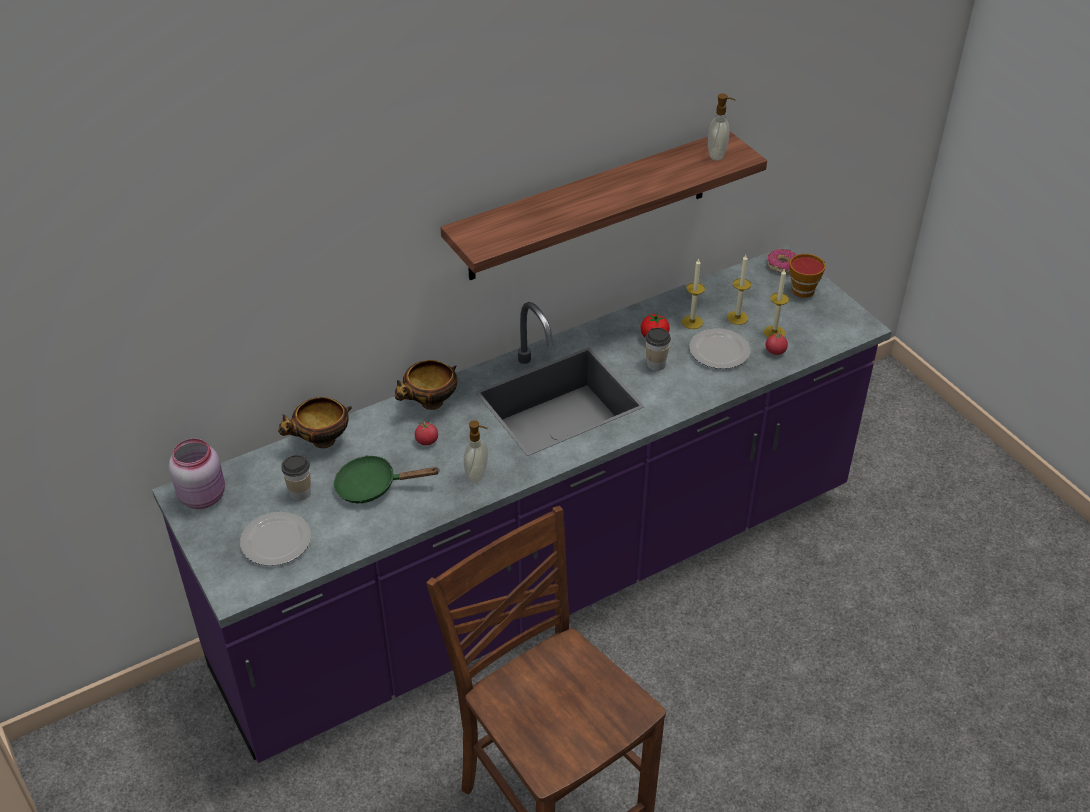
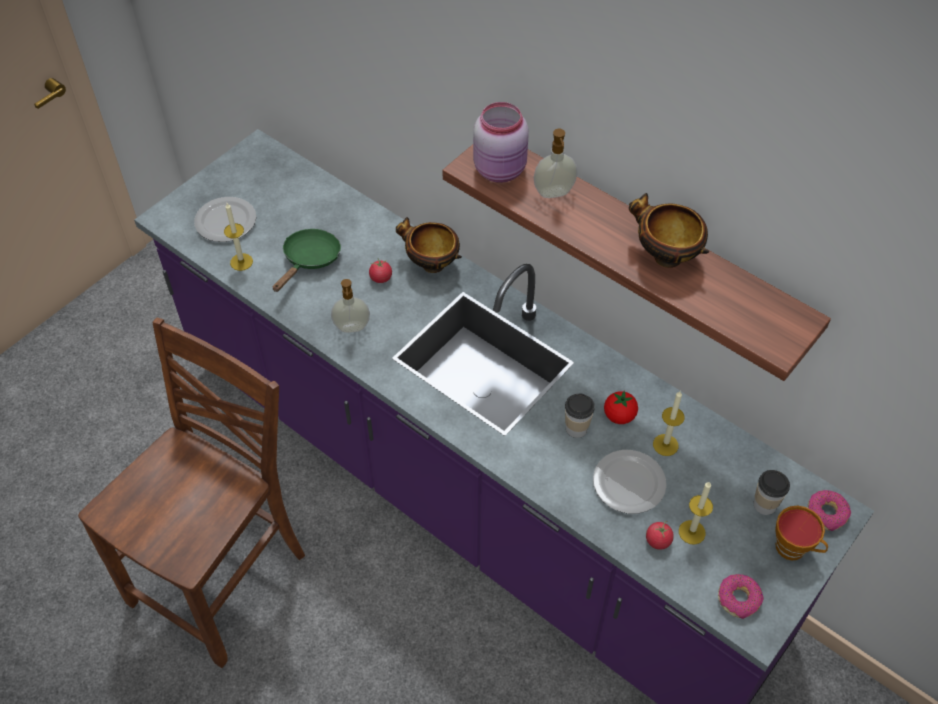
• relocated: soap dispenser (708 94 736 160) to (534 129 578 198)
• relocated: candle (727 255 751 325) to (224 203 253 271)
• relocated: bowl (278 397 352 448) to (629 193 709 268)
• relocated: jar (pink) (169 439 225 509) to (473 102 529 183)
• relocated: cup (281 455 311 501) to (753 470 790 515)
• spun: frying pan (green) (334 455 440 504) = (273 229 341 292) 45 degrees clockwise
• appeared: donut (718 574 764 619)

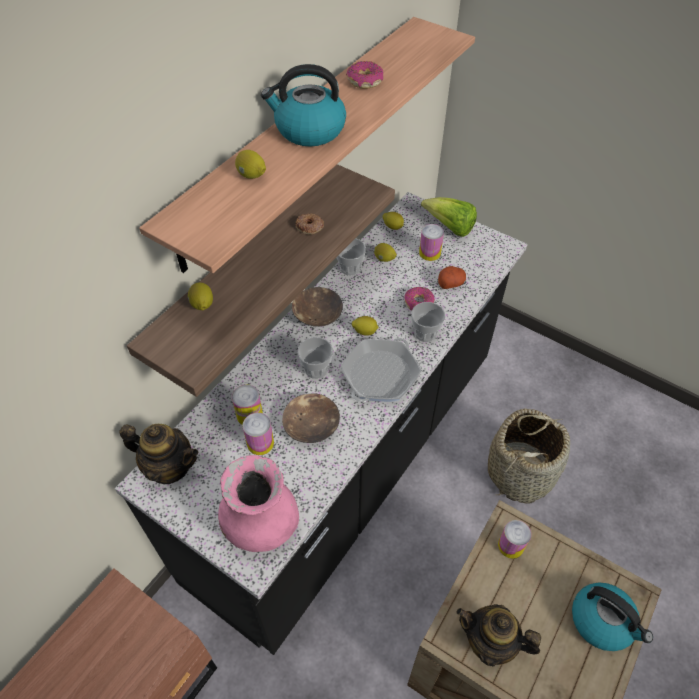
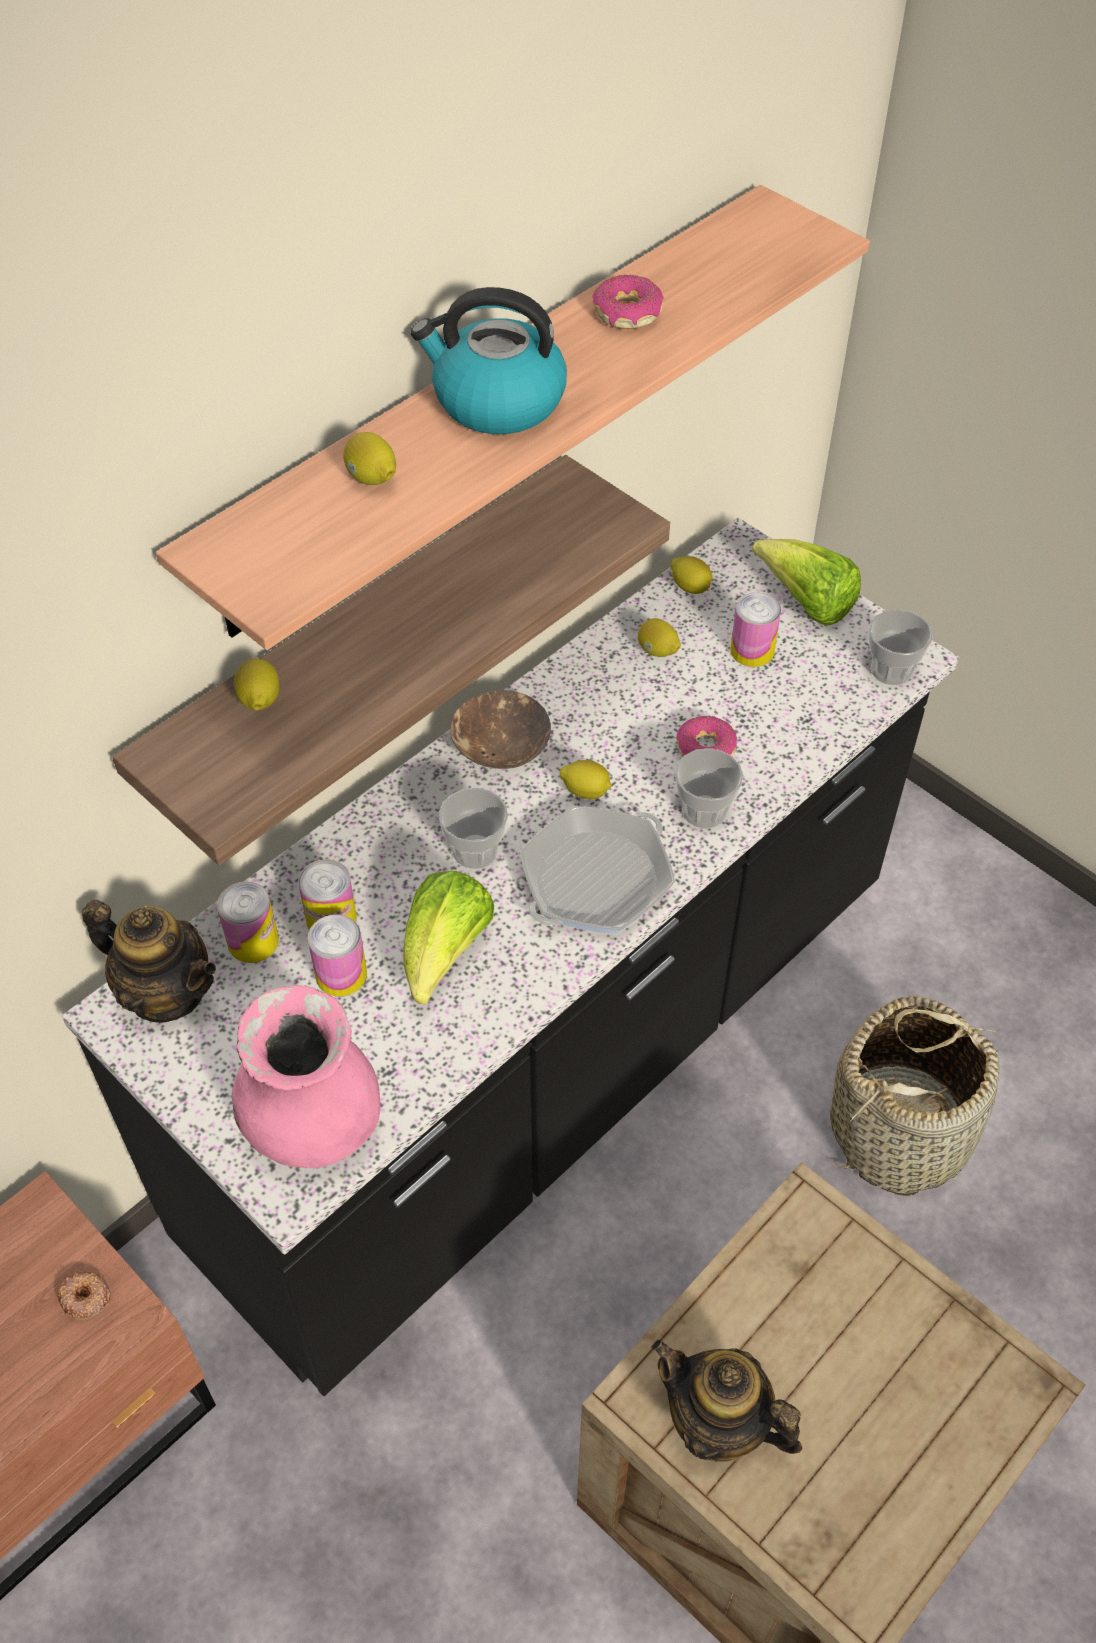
• relocated: donut (295 213 324 234) to (57 1271 111 1320)
• relocated: cup (336 238 366 275) to (869 609 933 685)
• missing: potato (438 266 466 289)
• exchanged: bowl (brown) (282 393 340 443) to lettuce (403 871 494 1004)
• relocated: can (498 520 531 559) to (217 881 279 963)
• missing: kettle (572 583 653 651)

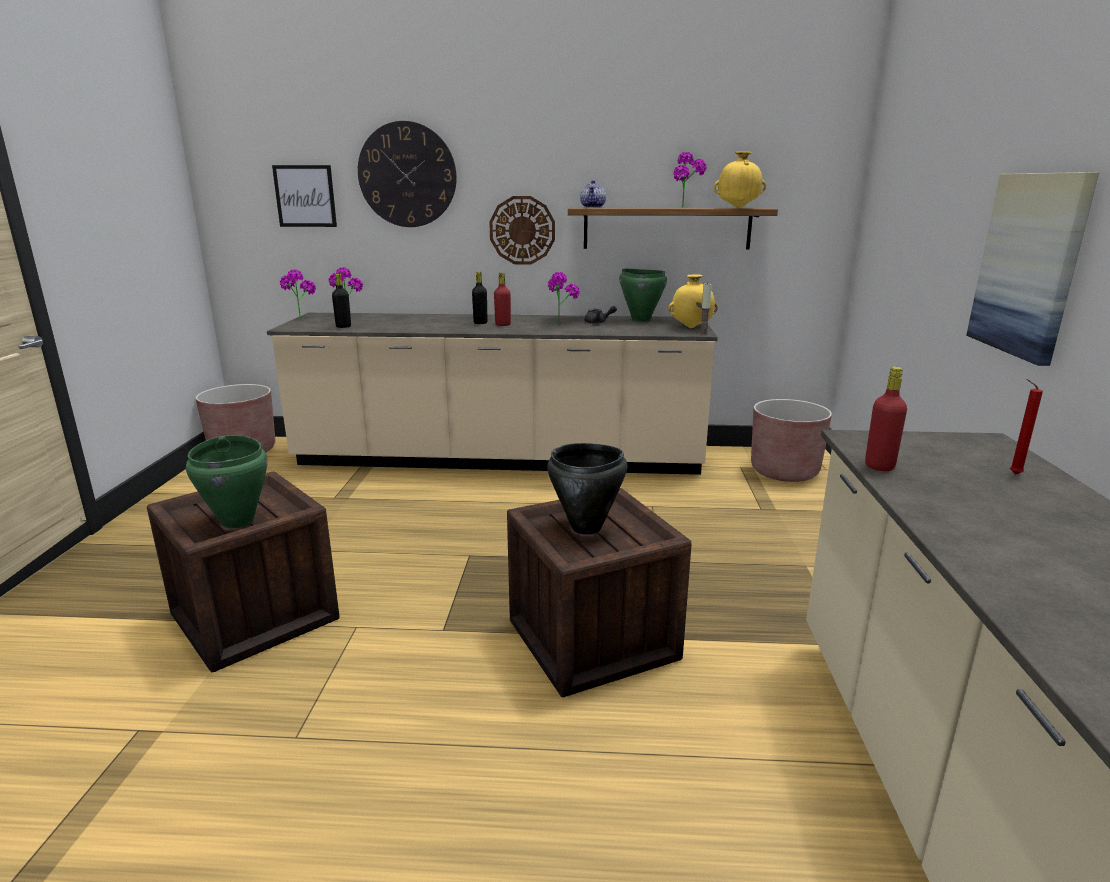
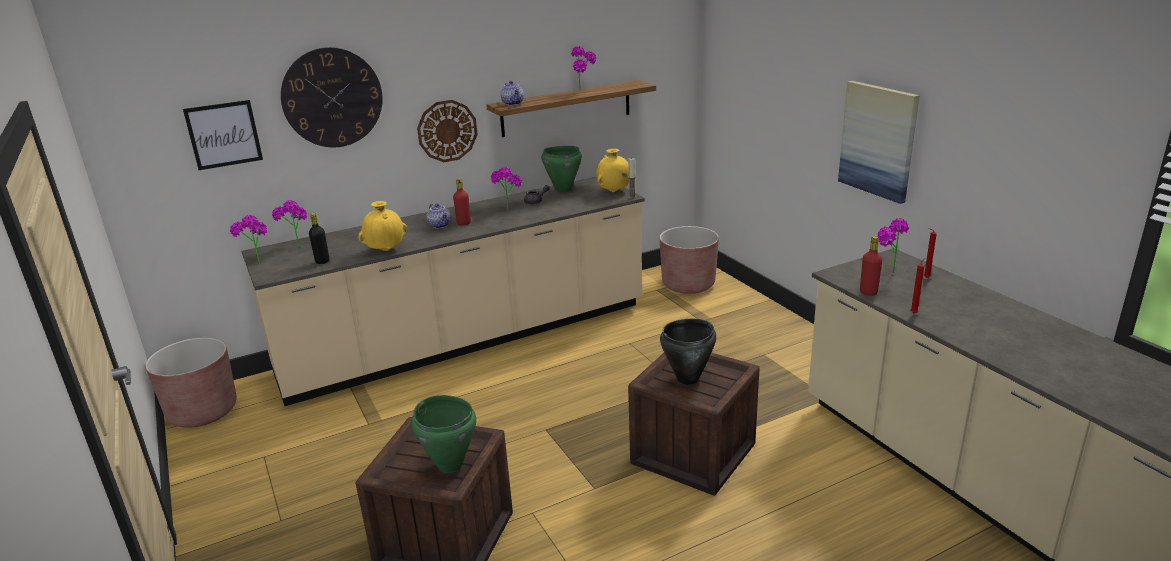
• relocated: vase (yellow) (714 152 766 208) to (358 201 407 251)
• exchanged: bottle (black) (472 271 488 324) to teapot (427 204 451 229)
• appeared: potted plant (877 218 909 273)
• appeared: candle (red) (910 258 925 313)

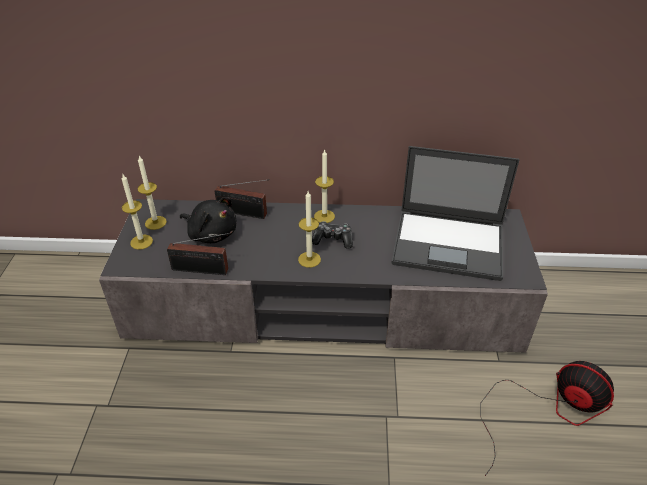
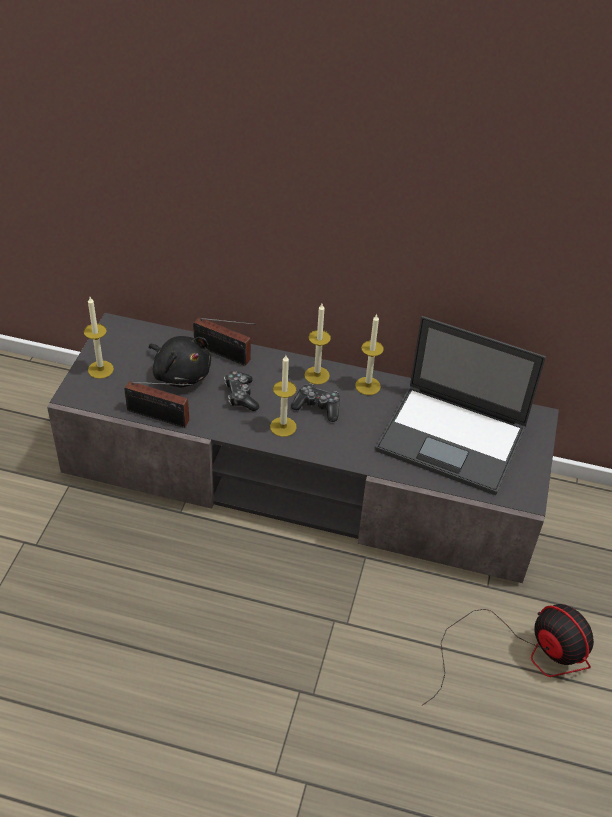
• relocated: candle (137 156 167 230) to (355 314 384 395)
• appeared: game controller (224 371 259 411)

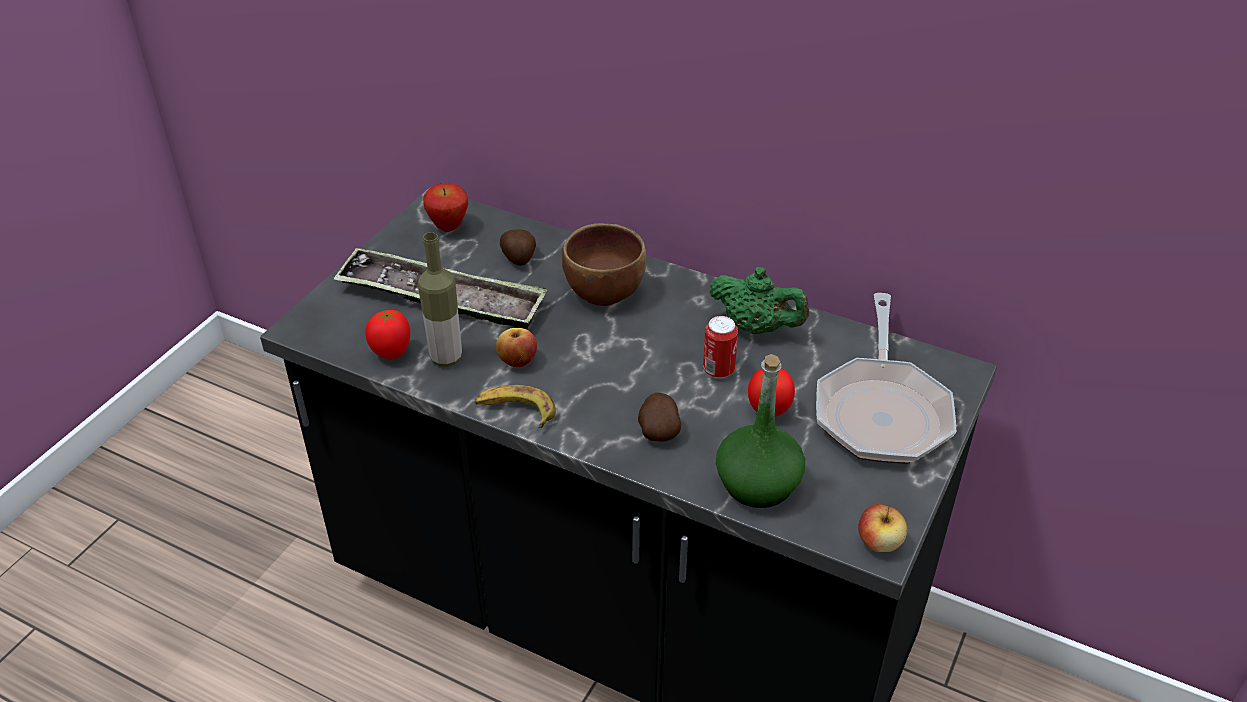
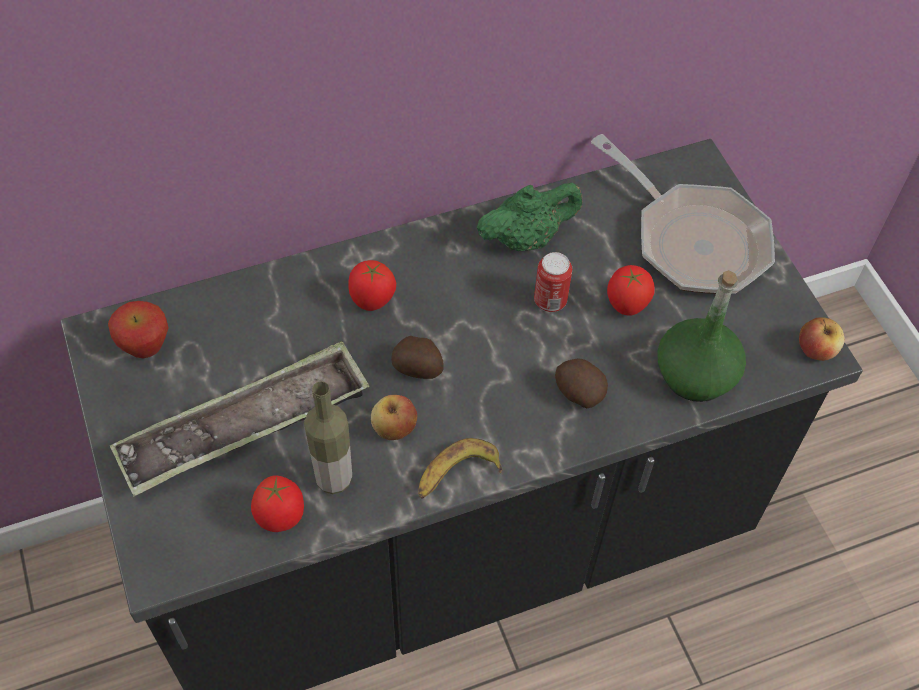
• exchanged: bowl (brown) (562 223 646 306) to tomato (348 260 396 311)
• relocated: potato (500 229 536 266) to (391 336 444 379)

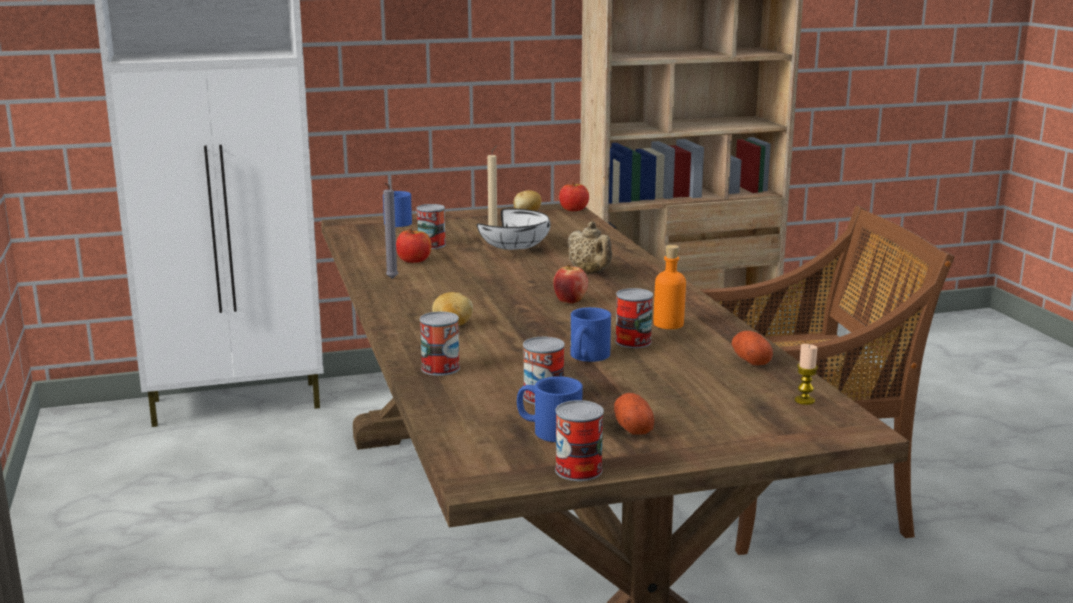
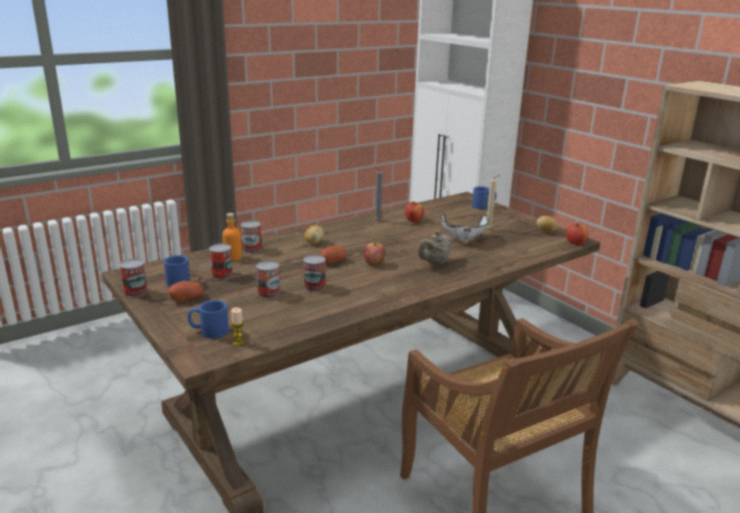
• relocated: can (417 204 446 249) to (256 261 280 299)
• relocated: bottle (orange) (654 245 686 329) to (222 213 242 261)
• relocated: mug (blue) (570 307 611 362) to (188 300 229 339)
• relocated: potato (732 331 773 365) to (320 246 348 264)

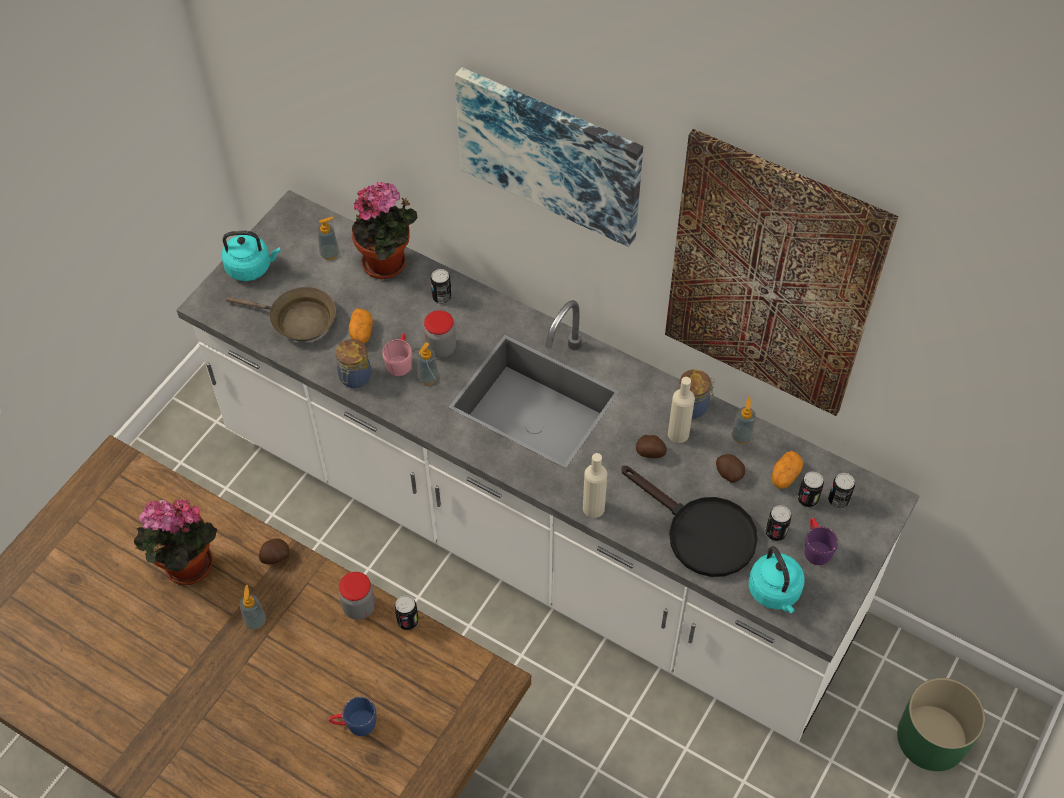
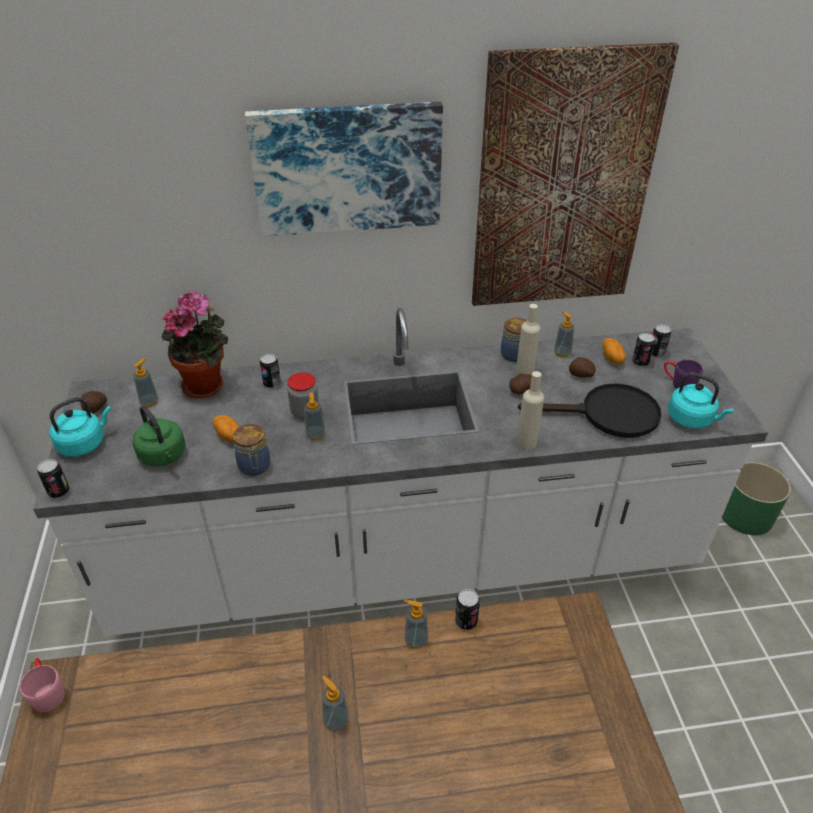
• exchanged: frying pan (brown) (226 287 336 341) to kettle (green) (133 406 185 466)
• relocated: mug (pink) (382 333 412 376) to (20 658 65 712)
• missing: potted plant (134 499 217 585)
• relocated: can (765 505 792 541) to (37 459 69 498)
• relocated: potato (259 538 289 564) to (81 391 107 413)
• exchanged: jar (339 572 375 620) to soap dispenser (404 600 428 649)
• missing: mug (blue) (328 697 376 736)

